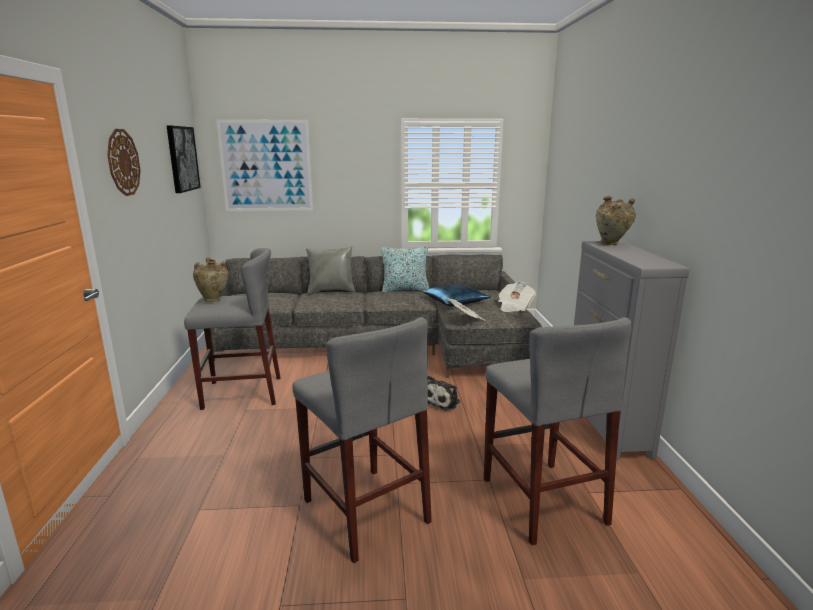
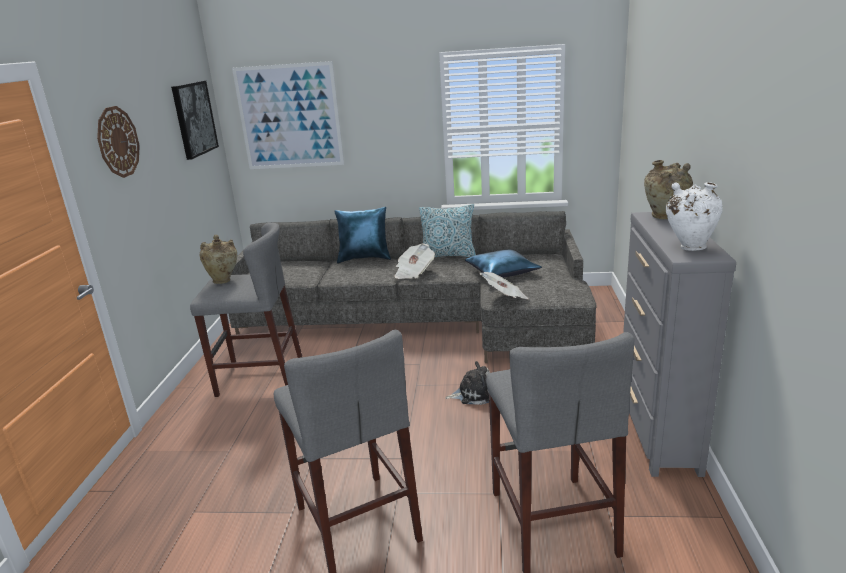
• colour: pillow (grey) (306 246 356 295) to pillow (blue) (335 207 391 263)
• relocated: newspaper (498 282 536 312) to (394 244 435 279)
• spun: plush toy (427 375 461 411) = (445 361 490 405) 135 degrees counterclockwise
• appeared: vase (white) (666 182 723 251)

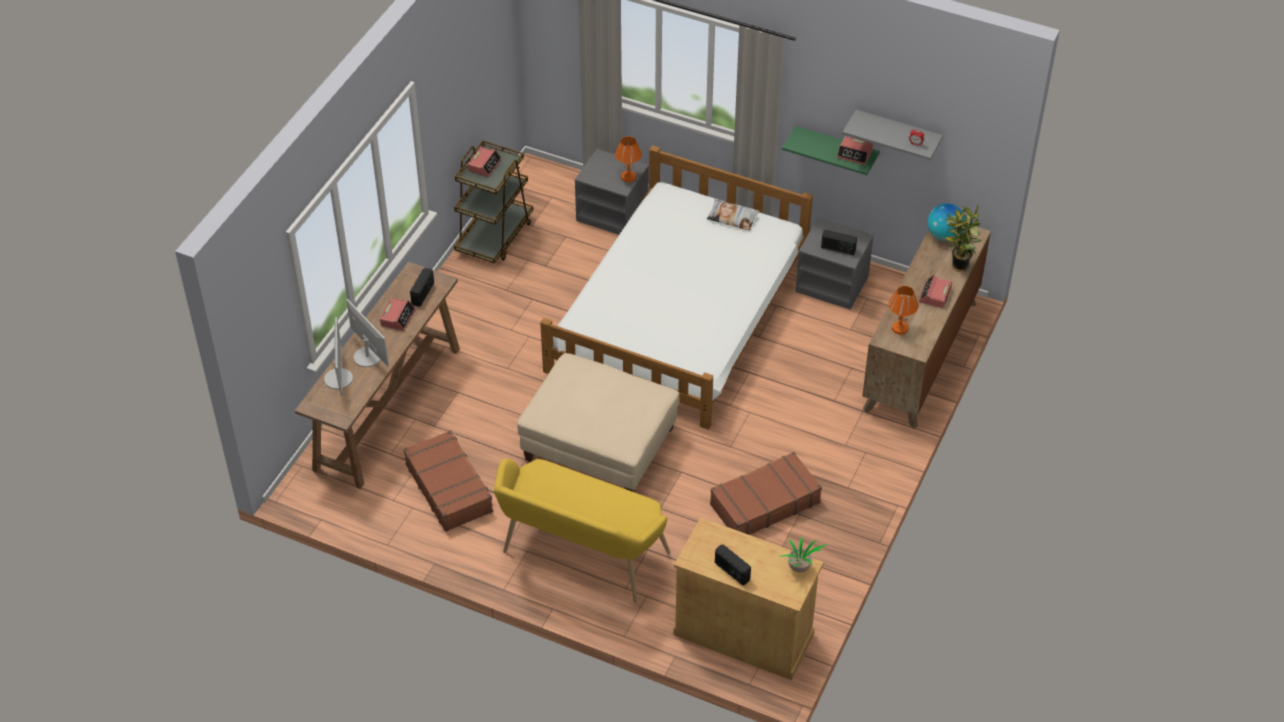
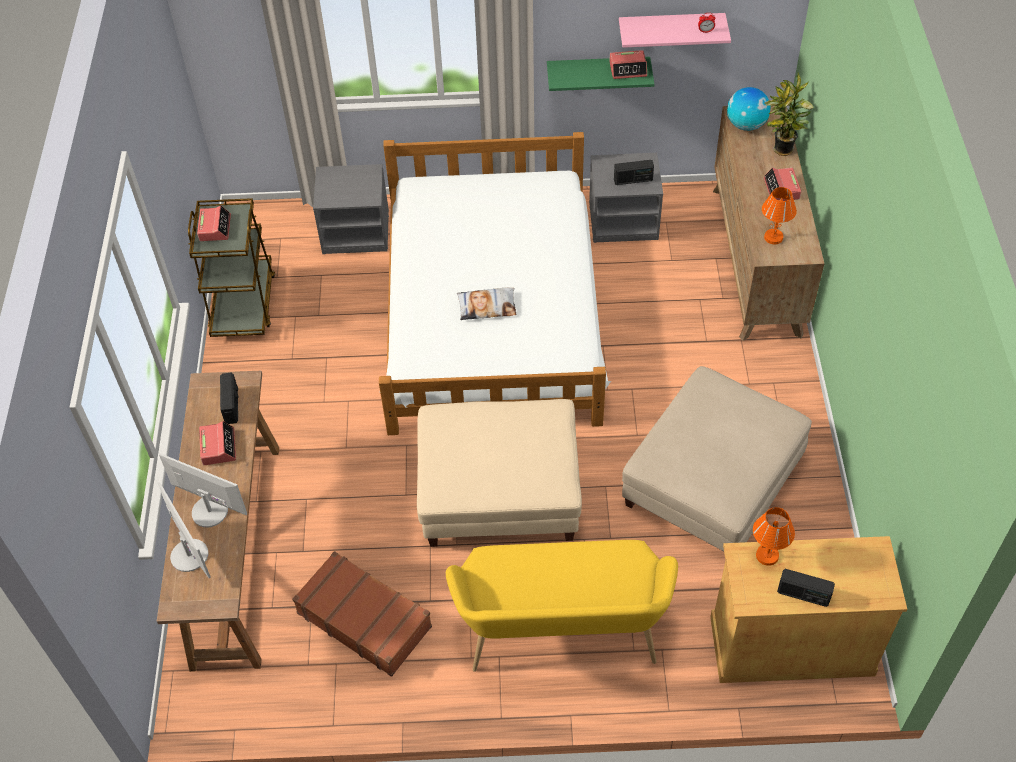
• colour: shelf (grey) (842 110 943 160) to shelf (pink) (619 13 731 48)
• relocated: table lamp (orange) (615 136 642 182) to (753 507 795 566)
• relocated: pillow (707 200 760 230) to (457 287 516 320)
• exchanged: suitcase (brown) (710 452 822 535) to ottoman (beige) (622 366 812 551)
• missing: potted plant (780 537 827 572)

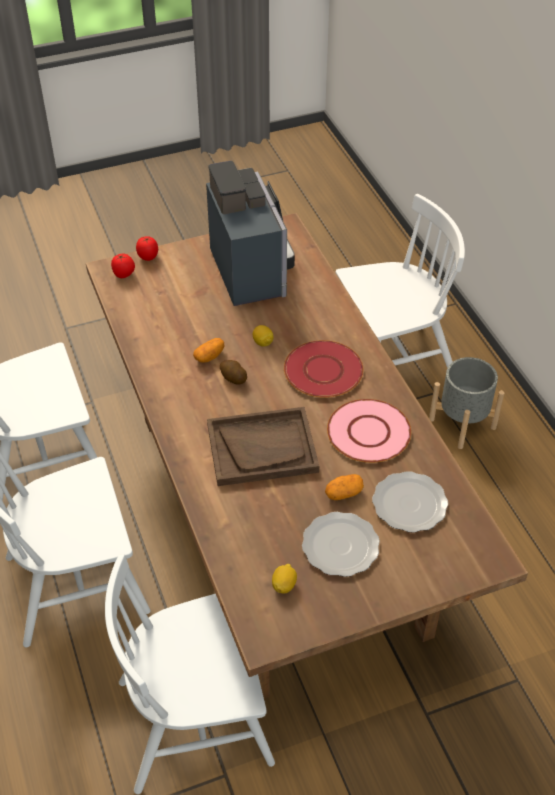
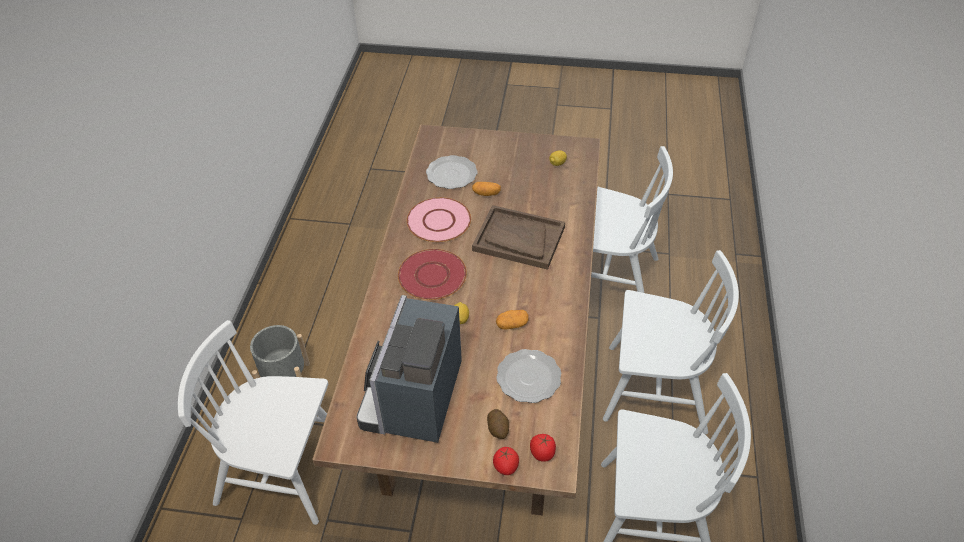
• relocated: potato (220 360 247 385) to (487 409 509 439)
• relocated: plate (302 512 380 577) to (496 349 561 403)

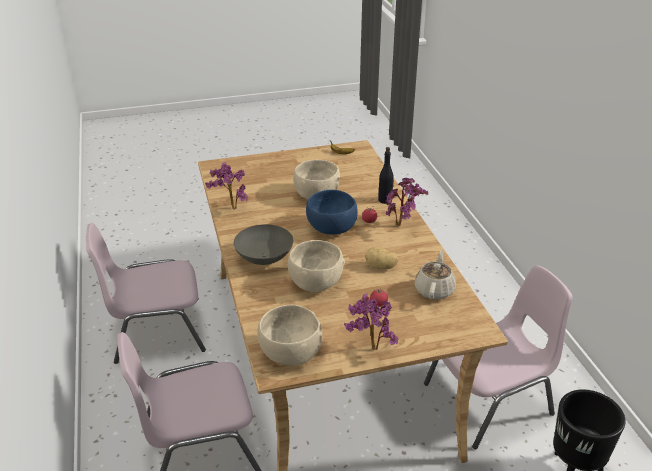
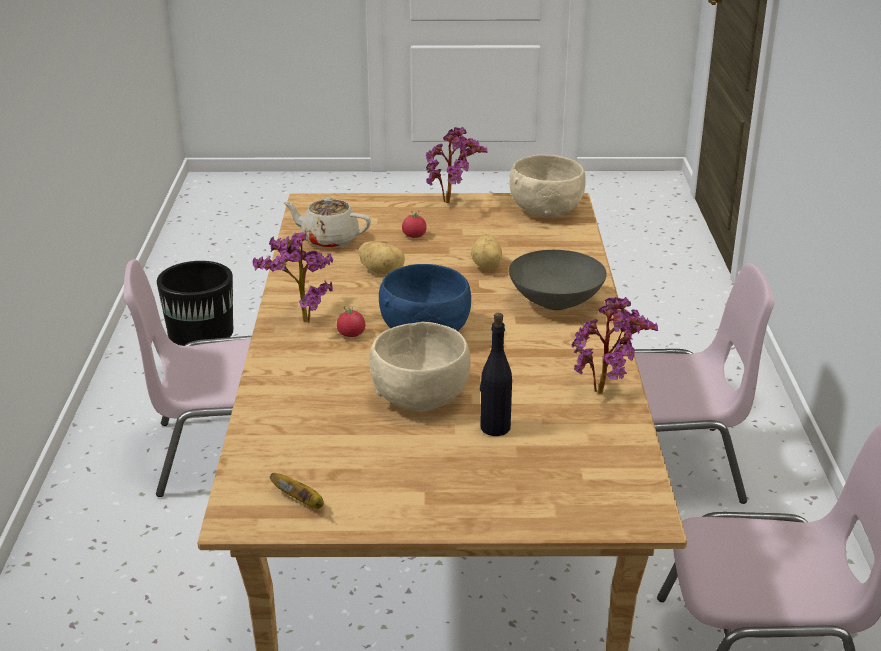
• relocated: bottle (black) (378 147 394 204) to (480 313 512 436)
• exchanged: bowl (beige) (288 240 345 292) to potato (471 233 502 270)
• spun: teapot (beige) (415 250 456 300) = (283 197 371 248) 75 degrees clockwise

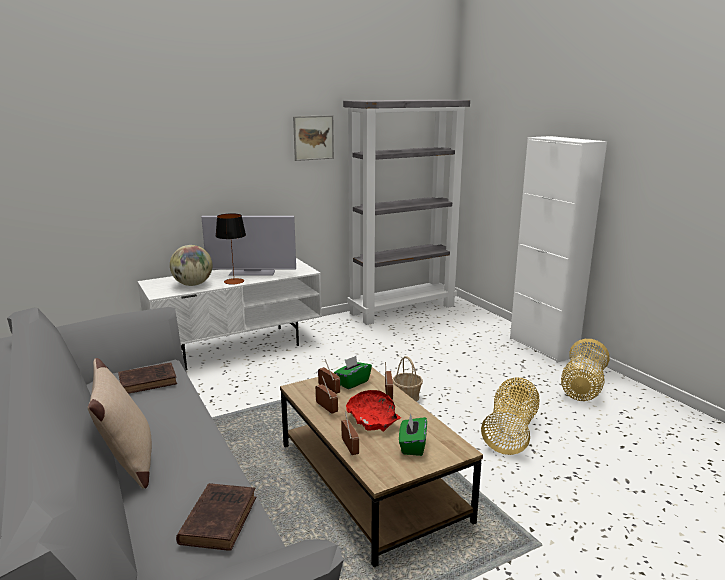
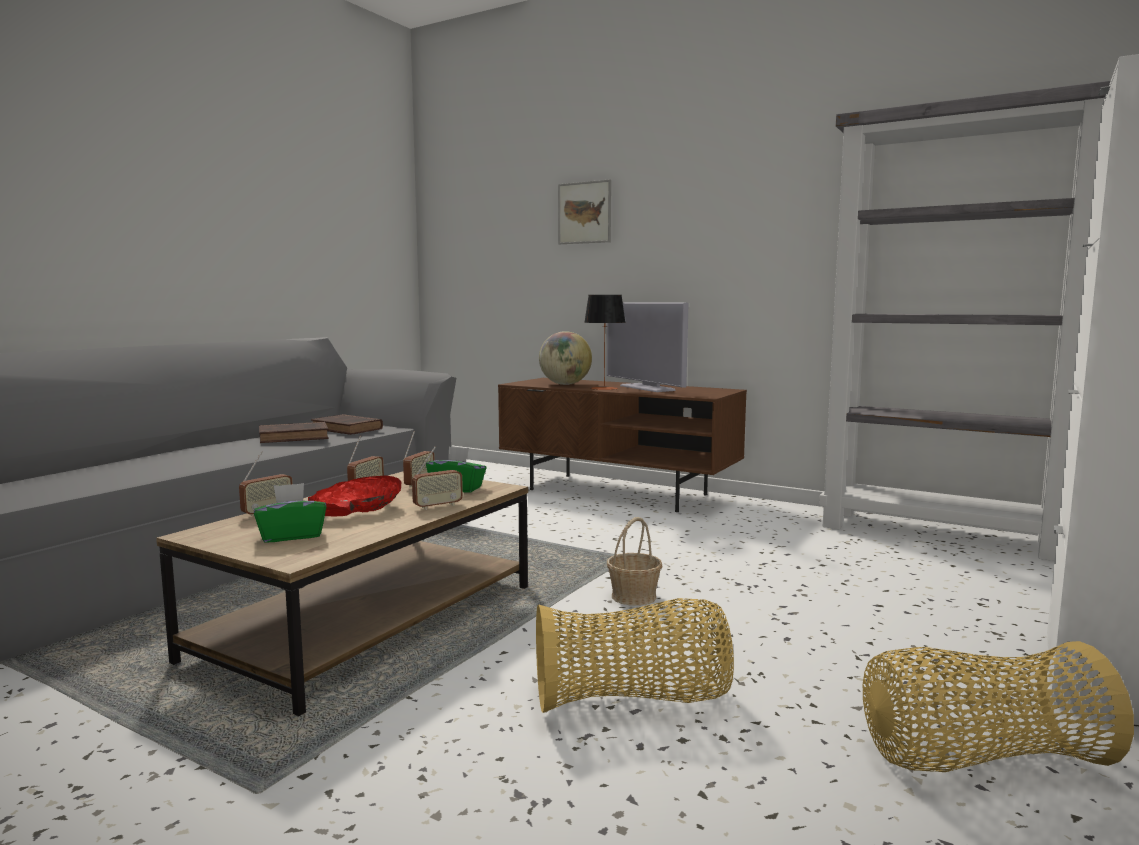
• relocated: picture (293 115 334 161) to (558 179 611 244)
• colour: tv stand (white) (137 258 322 370) to tv stand (brown) (498 378 747 512)
• missing: pillow (beige) (88 358 152 489)
• relocated: book (brown) (176 483 256 551) to (259 422 329 443)

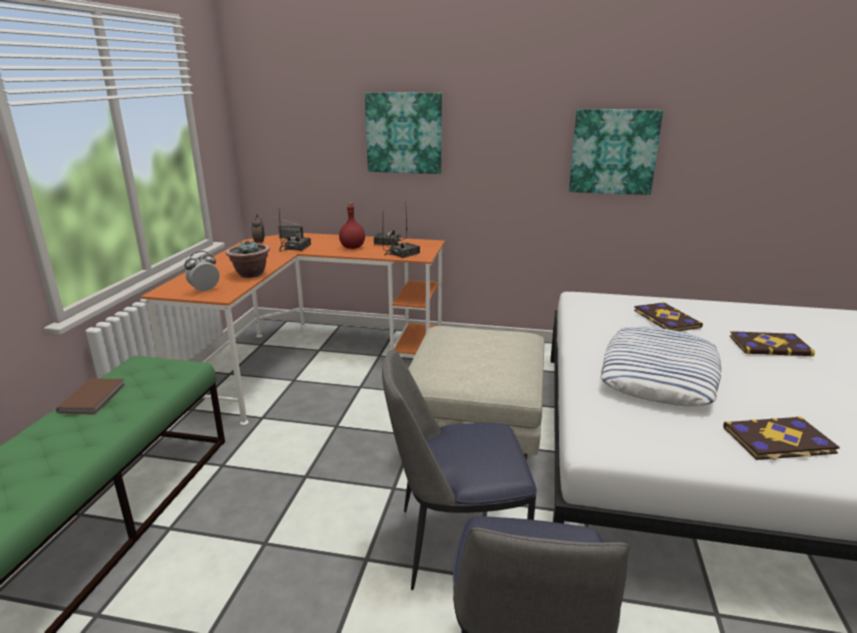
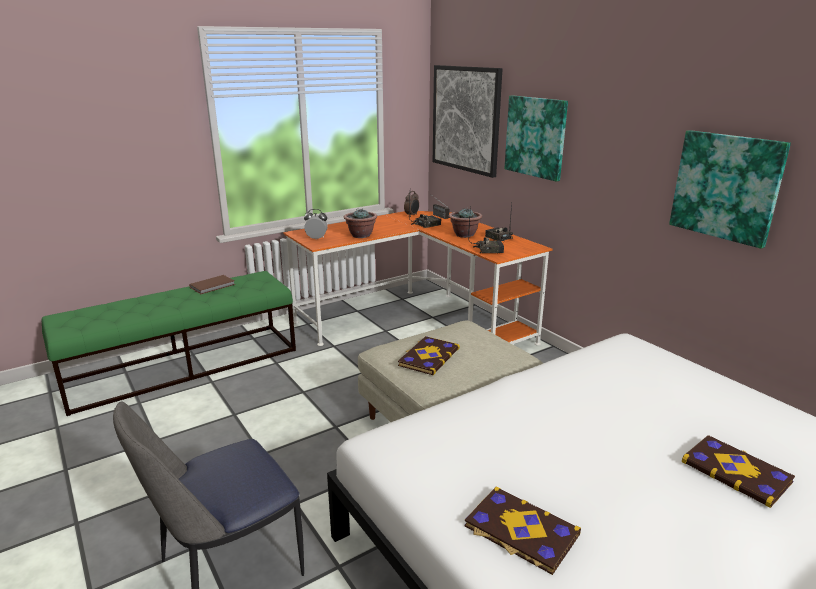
• exchanged: bottle (red) (339 203 365 249) to potted plant (449 208 482 238)
• relocated: book (634 302 703 331) to (398 336 460 375)
• missing: pillow (600 327 721 406)
• missing: chair (382 350 537 590)
• appeared: picture (433 65 502 178)

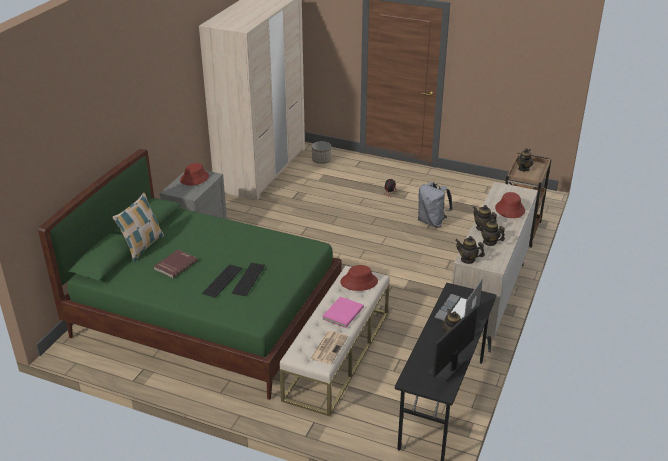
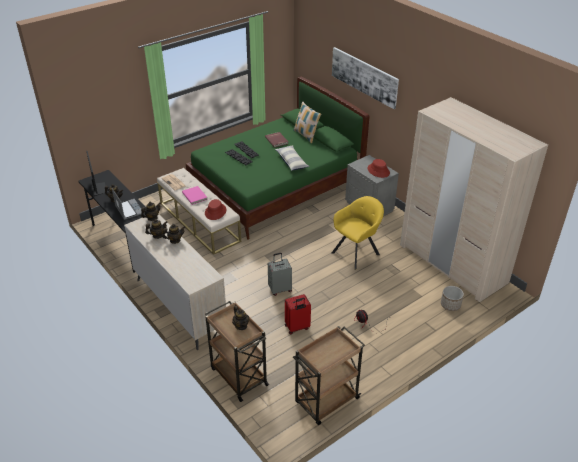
• exchanged: backpack (grey) (418 182 453 228) to suitcase (red) (285 294 311 335)
• missing: hat (red) (495 192 525 218)
• appeared: picture (332 47 399 109)
• appeared: pillow (275 146 310 171)
• appeared: armchair (yellow) (332 196 384 270)
• appeared: suitcase (grey) (268 253 292 296)
• appeared: cart (brown) (293 326 365 425)

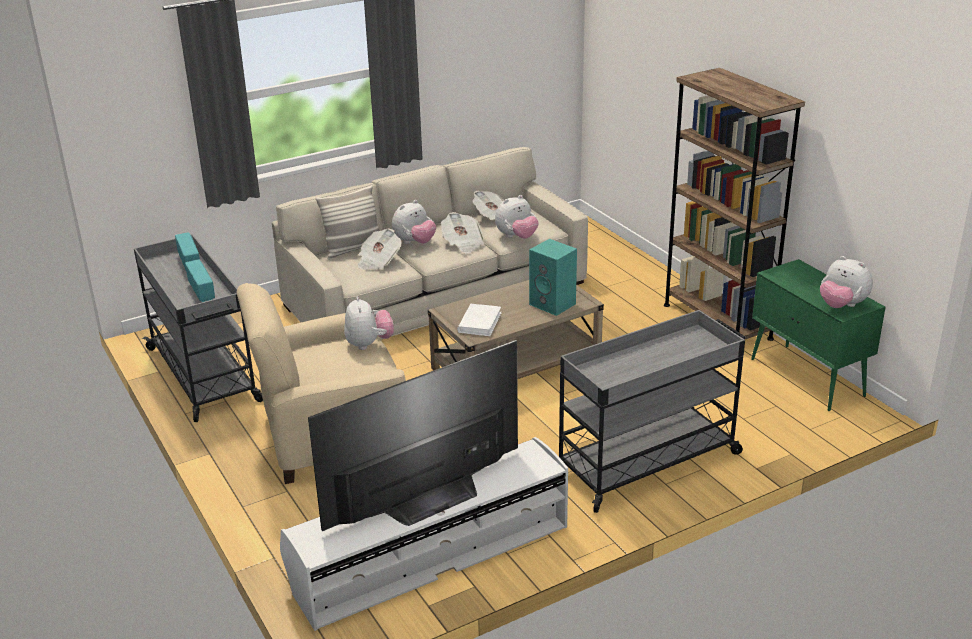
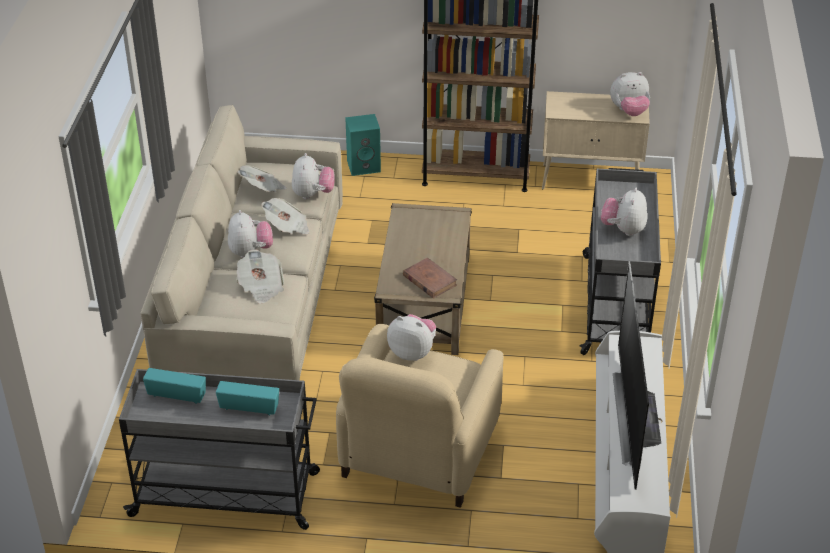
• missing: pillow (316 185 380 260)
• relocated: speaker (turquoise) (529 239 577 316) to (345 114 381 176)
• colour: cabinet (green) (751 259 886 411) to cabinet (beige) (542 91 650 189)
• colour: book (white) (457 304 502 336) to book (brown) (403 258 457 299)
• appeared: plush toy (601 188 647 236)

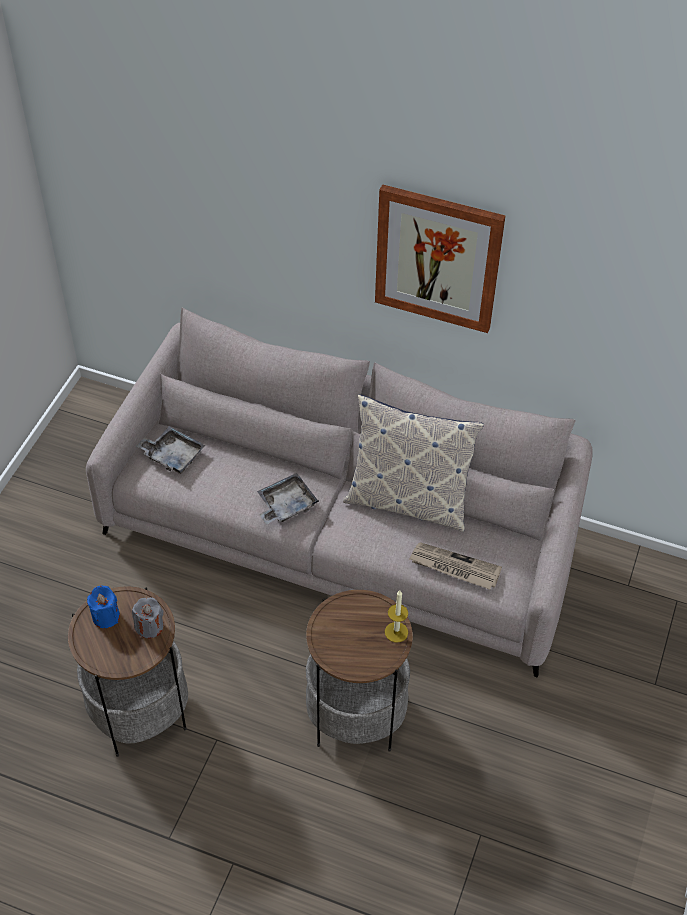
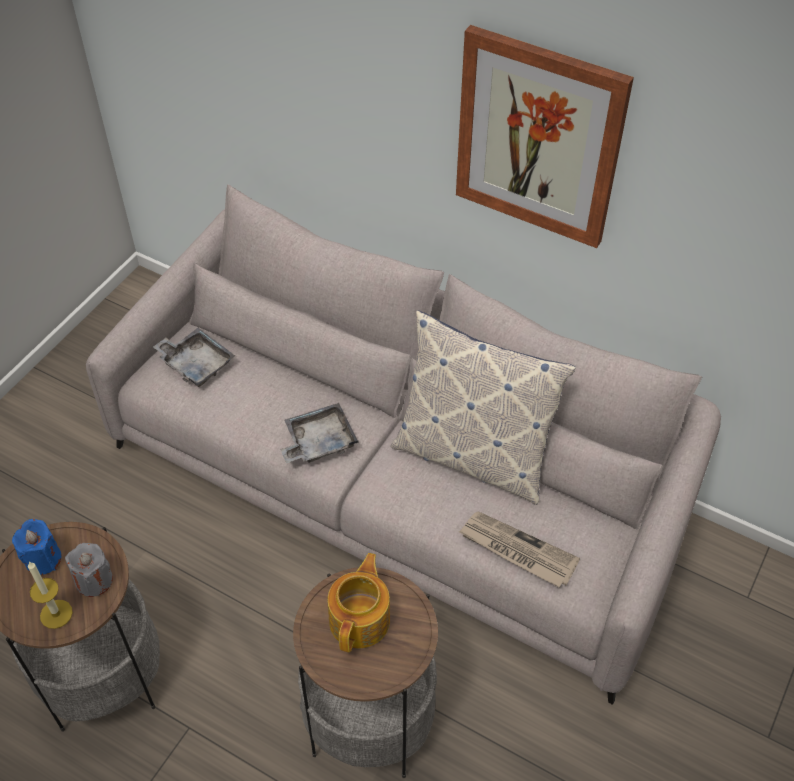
• relocated: candle (385 590 408 643) to (28 562 73 629)
• appeared: teapot (328 553 390 652)

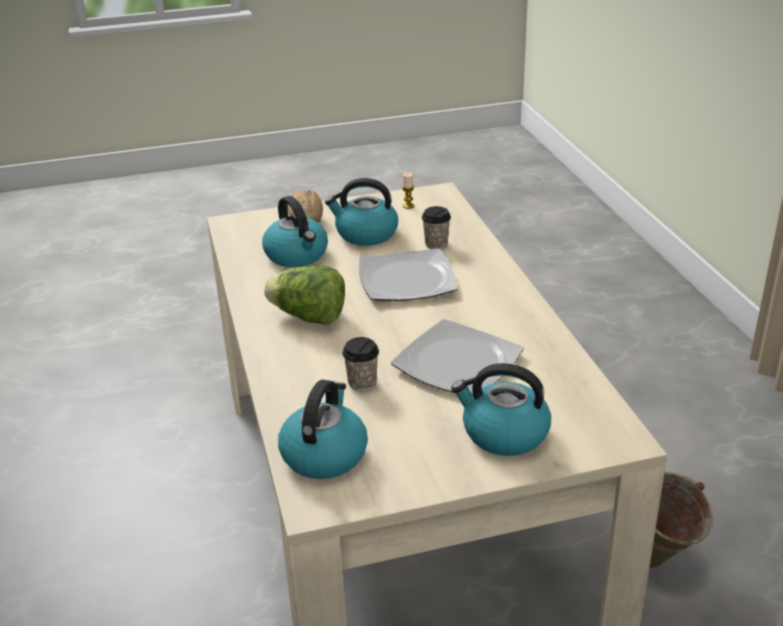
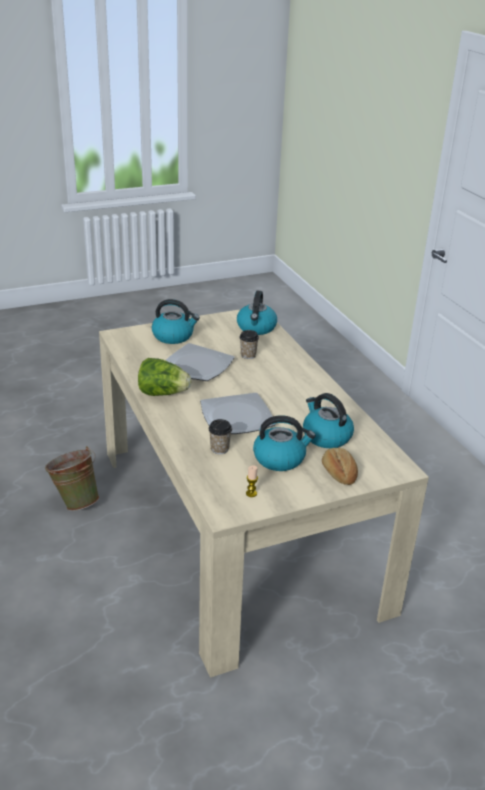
• relocated: lettuce (264 266 345 325) to (138 358 191 396)

